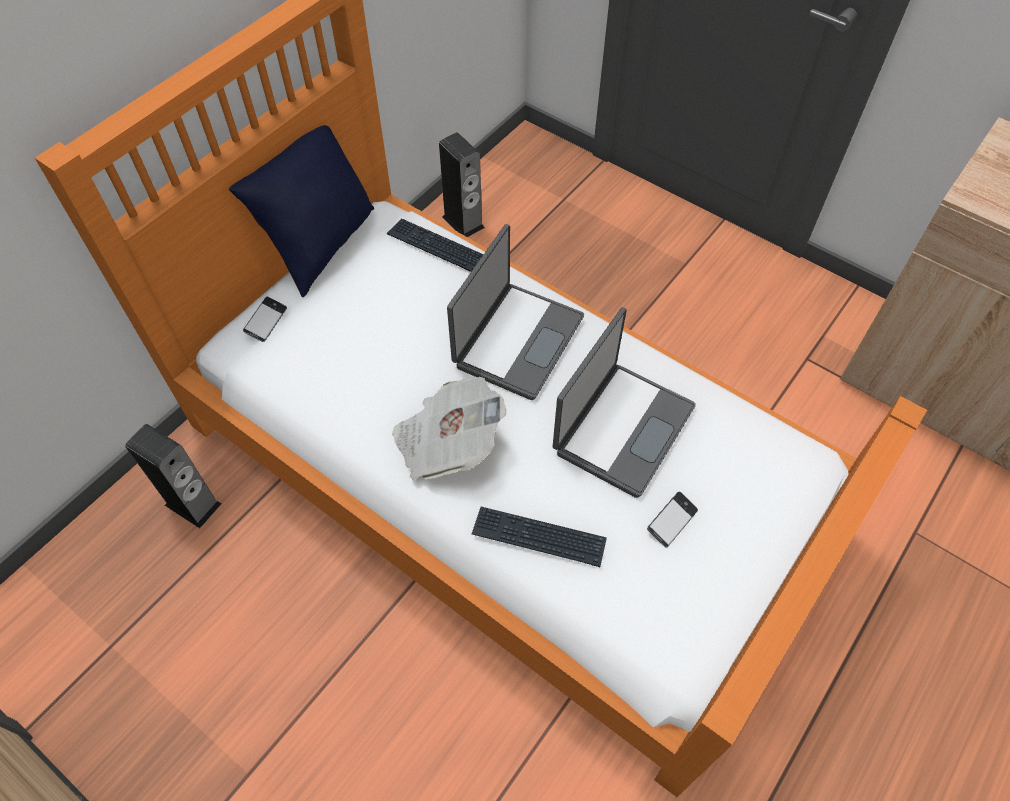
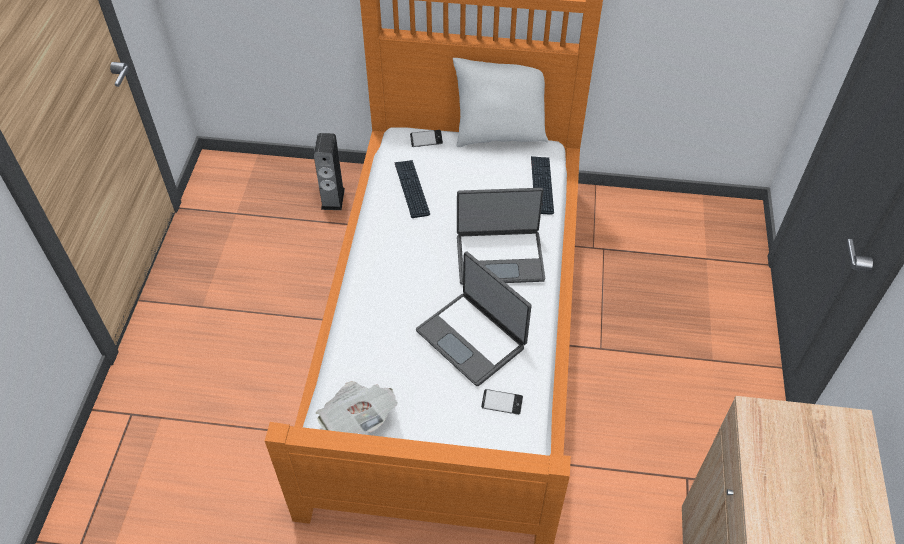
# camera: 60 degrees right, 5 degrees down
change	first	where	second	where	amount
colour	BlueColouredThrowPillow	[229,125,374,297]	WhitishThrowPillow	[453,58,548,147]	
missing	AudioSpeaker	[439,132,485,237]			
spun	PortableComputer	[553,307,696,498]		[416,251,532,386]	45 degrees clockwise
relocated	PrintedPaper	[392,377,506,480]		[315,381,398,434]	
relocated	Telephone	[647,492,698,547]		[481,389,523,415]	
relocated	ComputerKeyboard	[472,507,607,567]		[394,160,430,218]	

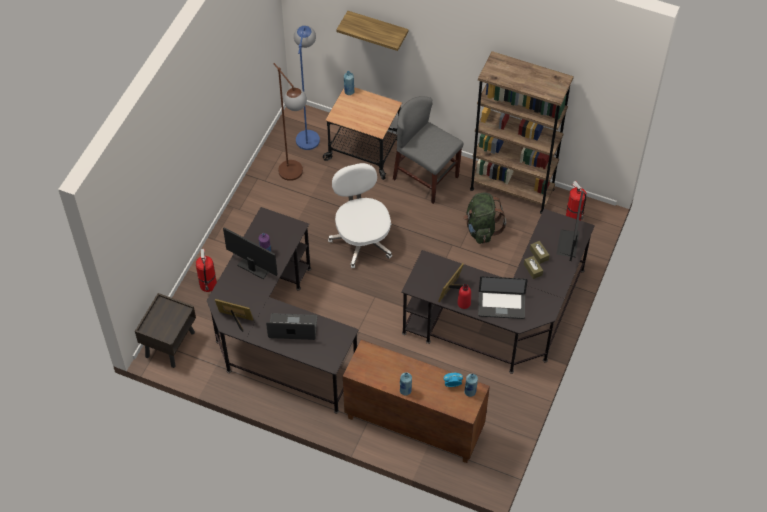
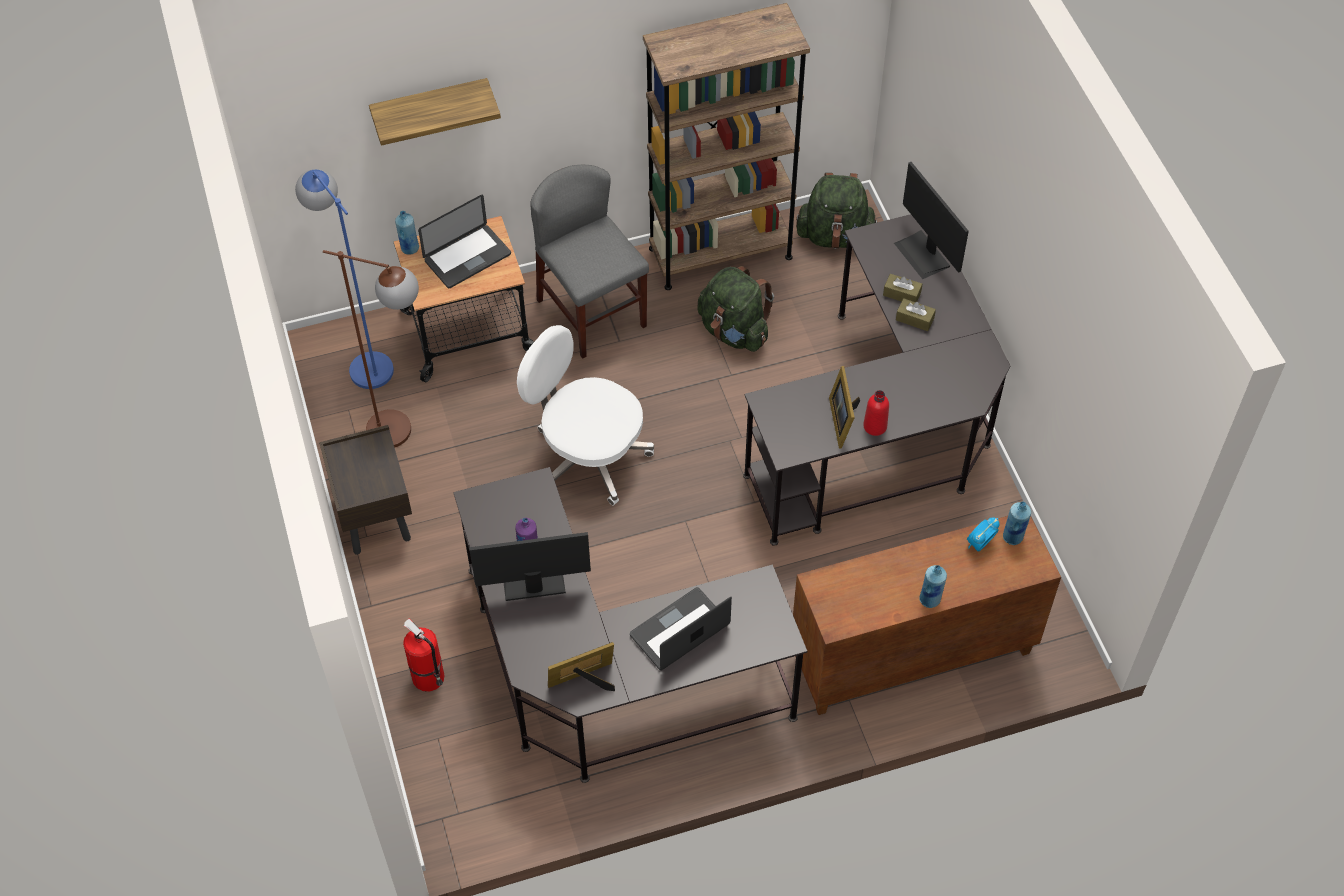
# camera: 40 degrees left, 0 degrees up
change	first	where	second	where	amount
spun	GreyUprightChair	[393,96,463,204]		[531,164,649,359]	60 degrees clockwise
exchanged	FireExtinguisher	[566,181,587,221]	GreenBackpack	[796,173,878,249]	
relocated	PortableComputer	[478,276,528,319]		[418,195,511,288]	
relocated	BrownColouredBedsideTable	[135,293,196,368]		[319,425,412,555]	

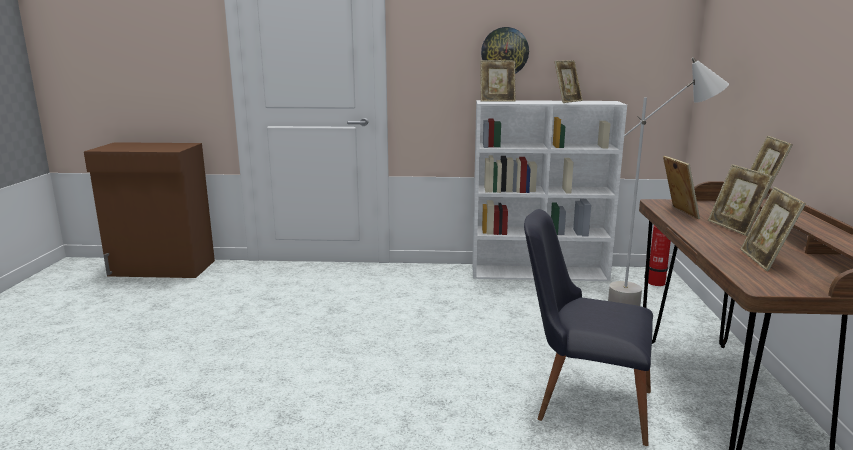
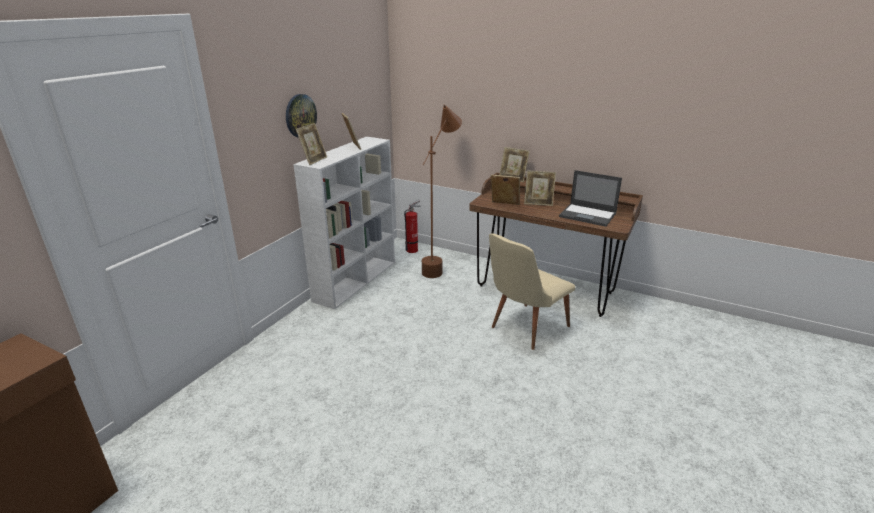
# camera: 65 degrees left, 10 degrees up
change	first	where	second	where	amount
colour	GreyStandingLamp	[608,57,729,306]	BrownColouredStandingLamp	[422,104,462,278]	
exchanged	PhotoFrame	[740,186,806,271]	PortableComputer	[559,170,622,227]	
colour	BlackUprightChair	[524,209,653,446]	BeigeUprightChair	[489,233,575,350]	

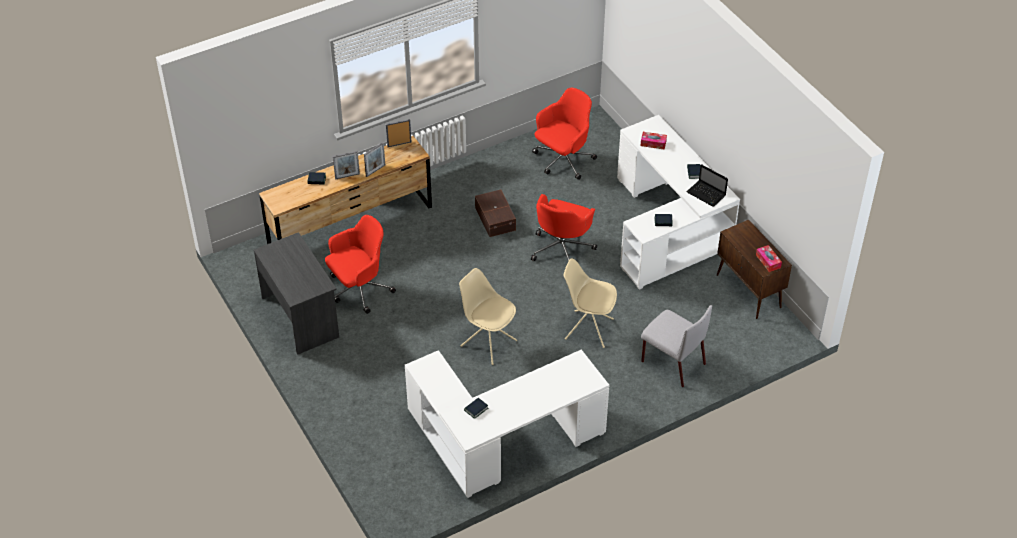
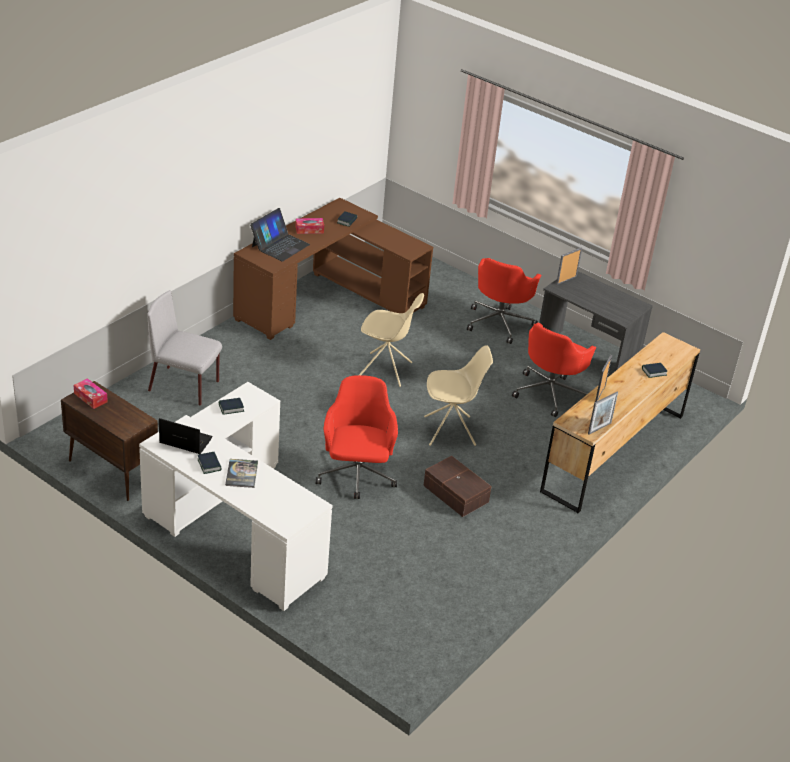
# camera: 155 degrees right, 10 degrees down
change	first	where	second	where	amount
relocated	RedColouredDeskChair	[532,88,597,180]		[467,258,541,344]	
relocated	TissueHolder	[641,132,667,150]		[295,218,324,234]	
relocated	PhotoFrame	[333,151,360,180]		[556,248,582,285]	
relocated	BeigeUprightChair	[563,258,617,348]		[424,345,493,446]	
colour	WhitishDesk	[405,349,609,498]	BrownColouredDesk	[233,198,433,340]	
appeared			PortableComputer	[250,208,310,262]	
appeared			Book	[225,459,258,488]	

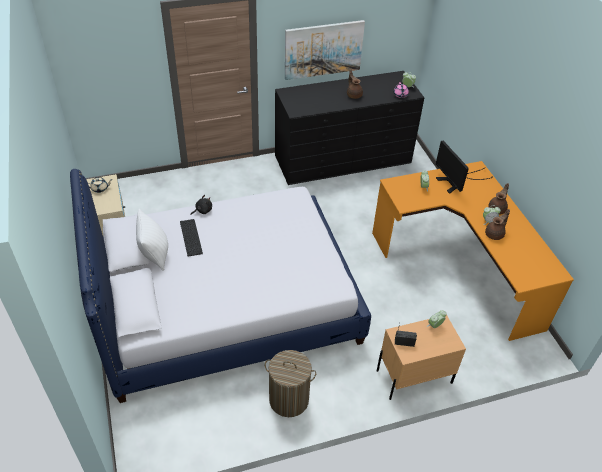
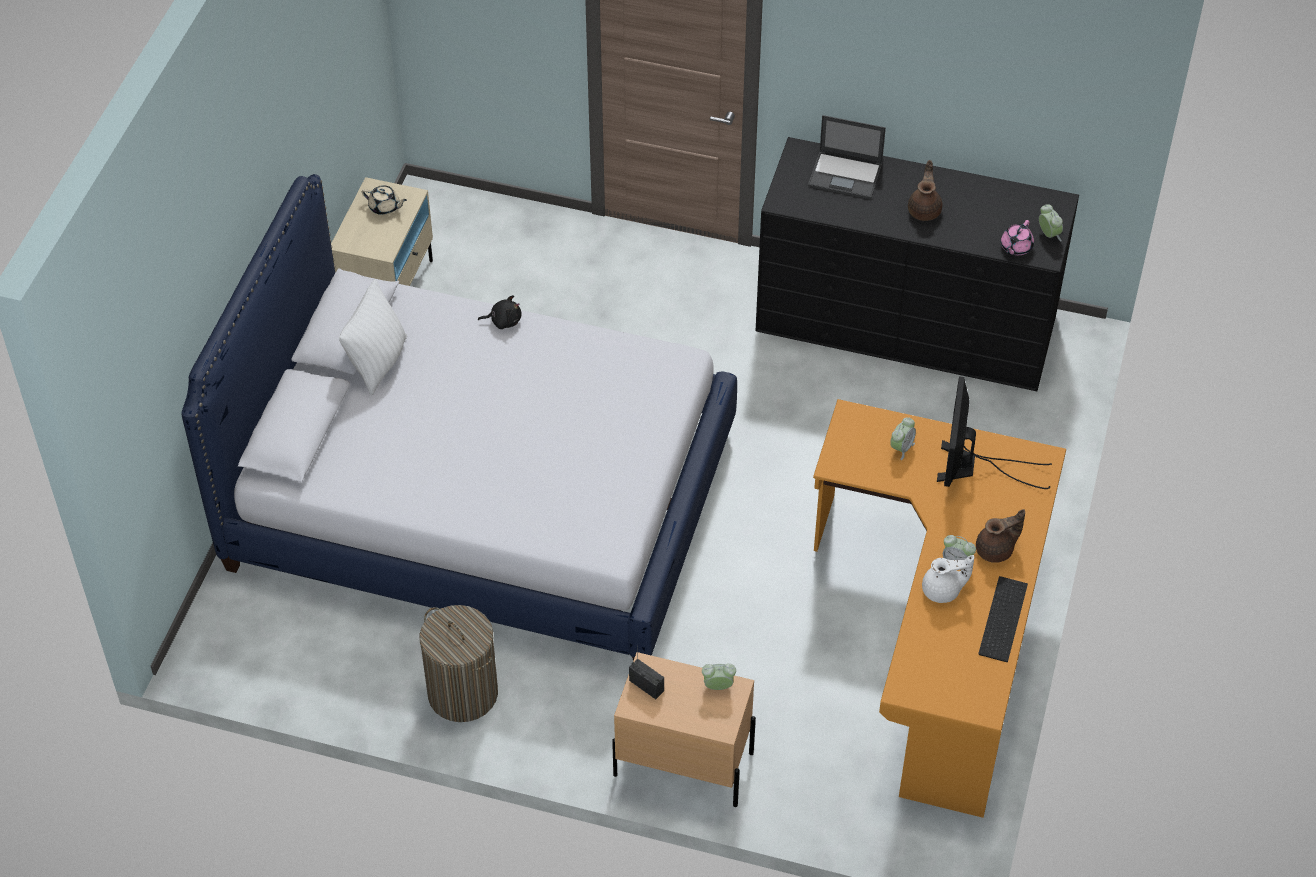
# camera: 35 degrees right, 5 degrees up
change	first	where	second	where	amount
missing	Picture	[285,20,365,80]			
colour	BrownColouredPotForTea	[485,209,510,240]	WhitishPotForTea	[922,555,974,603]	
relocated	ComputerKeyboard	[180,219,203,257]		[978,576,1028,662]	
appeared			PortableComputer	[808,115,886,199]	

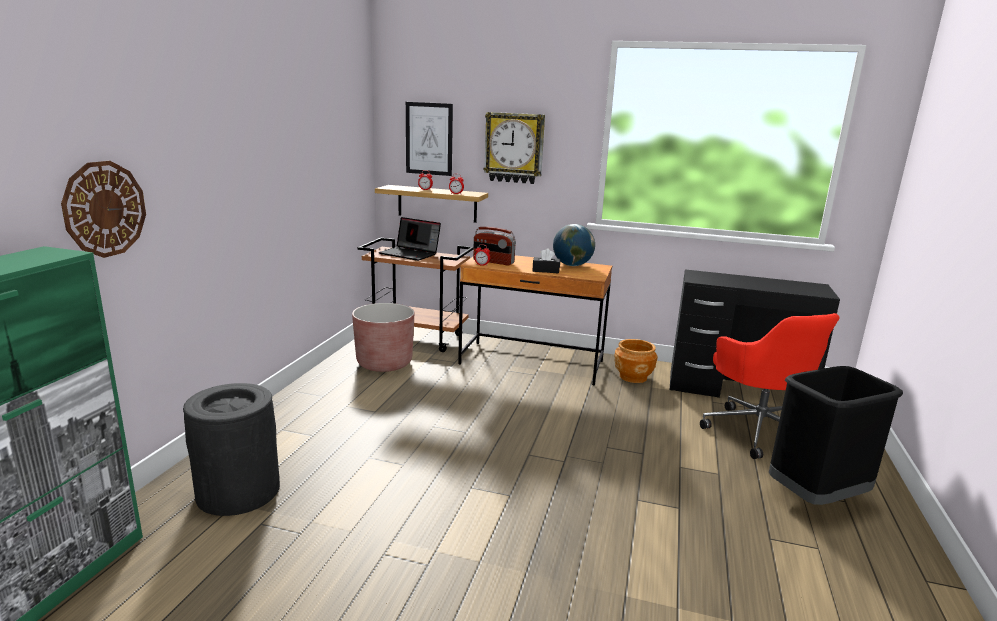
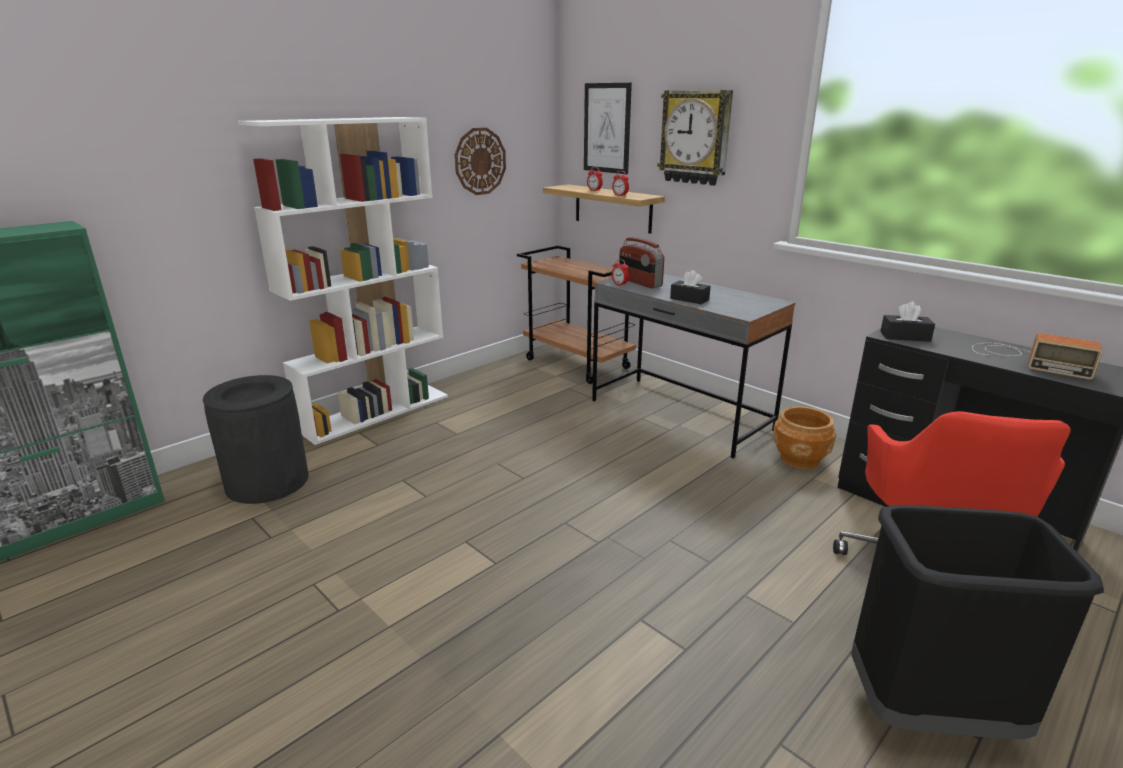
# camera: 30 degrees right, 5 degrees up
change	first	where	second	where	amount
relocated	ClockOnTheWall	[61,161,146,258]		[455,128,506,195]	
missing	PortableComputer	[379,217,441,261]			
missing	Globe	[553,224,595,266]			
colour	BrownColouredDesk	[458,255,612,385]	GreyDesk	[592,274,795,459]	
missing	BrownColouredFlowerPot	[352,303,414,372]			
appeared			WhitishShelvingUnit	[238,117,448,445]	
appeared			BlackTissueHolder	[880,301,935,342]	
appeared			Radio	[972,333,1103,380]	

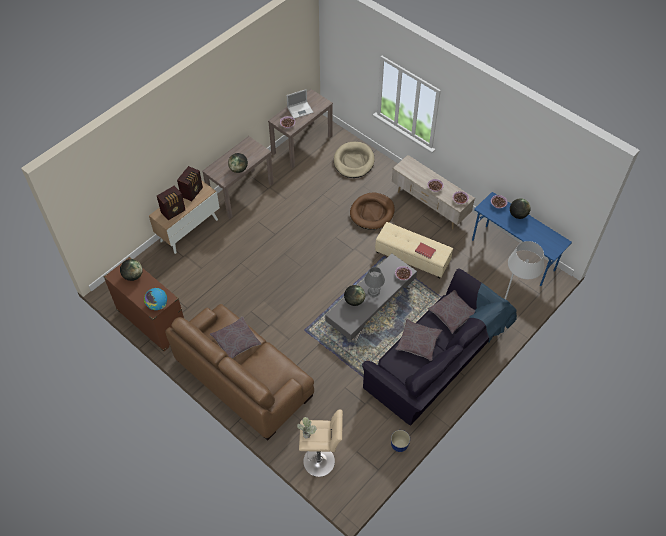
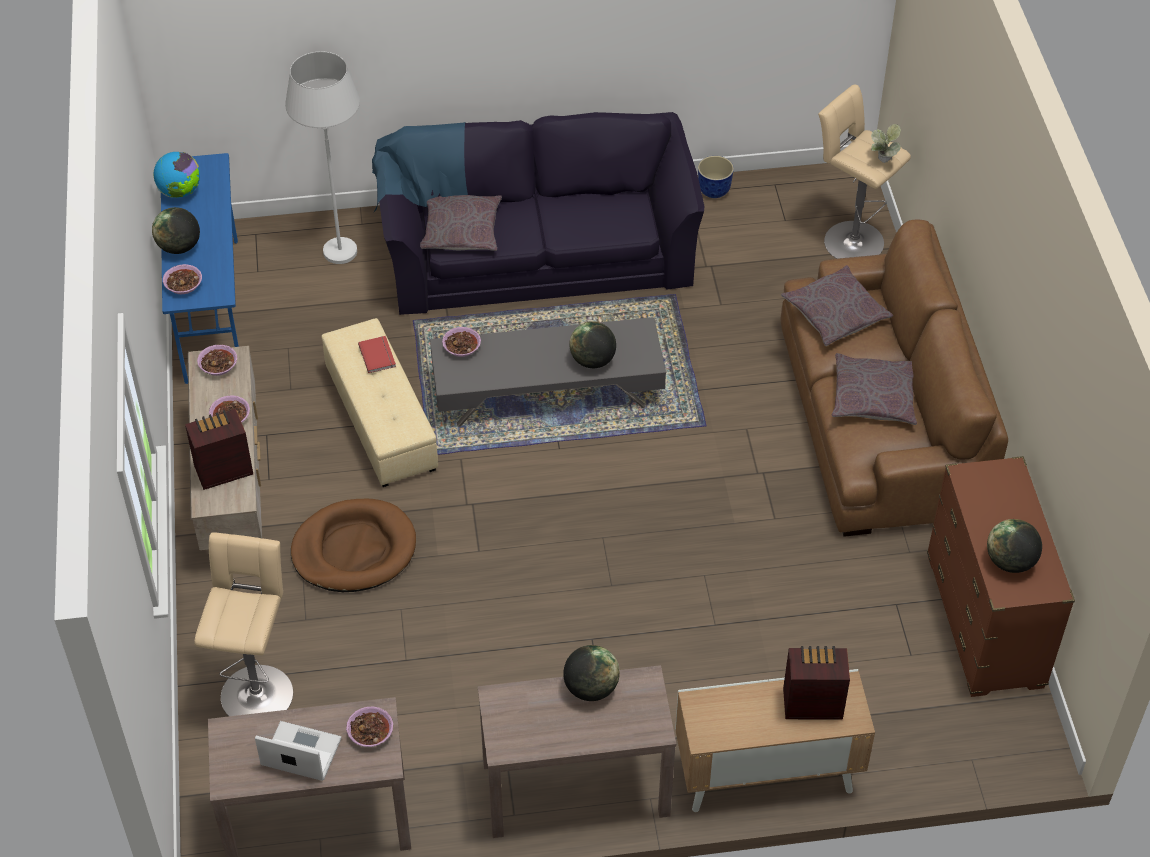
# camera: 140 degrees left, 5 degrees down
change	first	where	second	where	amount
exchanged	BeigePetBed	[334,142,375,178]	BeigeSittingStool	[194,532,293,716]	
relocated	Radio	[177,166,203,201]		[185,409,253,490]	
missing	GreyLampForATable	[364,267,385,297]			
relocated	Globe	[144,288,167,310]		[154,152,200,198]	
relocated	GreyThrowPillow	[396,319,442,361]		[781,265,893,346]	

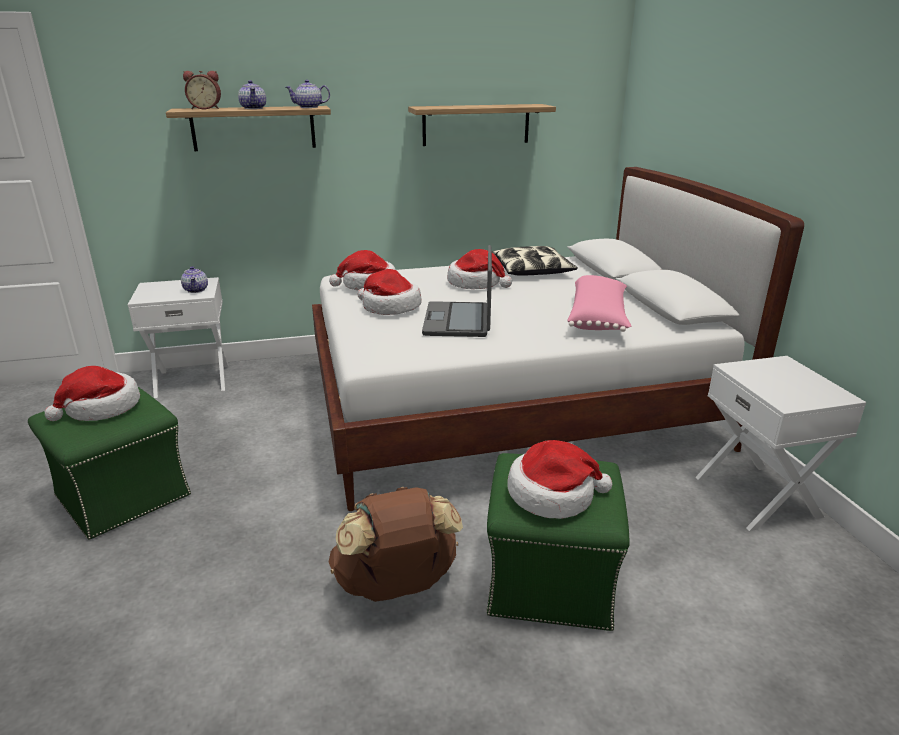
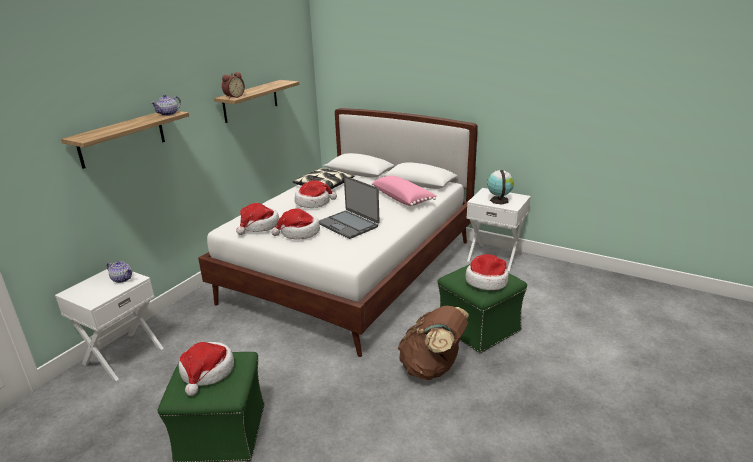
# camera: 45 degrees left, 0 degrees up
change	first	where	second	where	amount
relocated	AlarmClock	[183,71,221,109]		[222,72,245,99]	
missing	PotForTea	[238,80,266,109]			
appeared			Globe	[487,170,514,205]	

